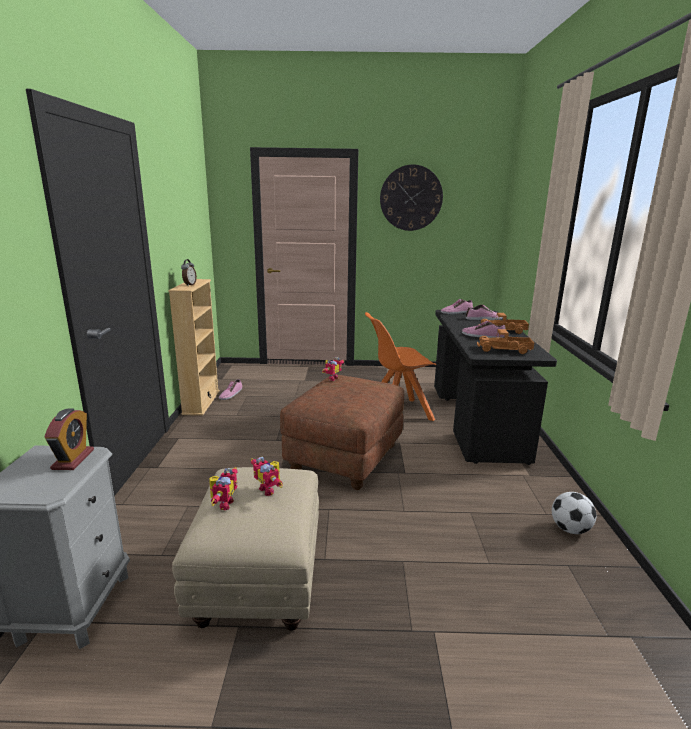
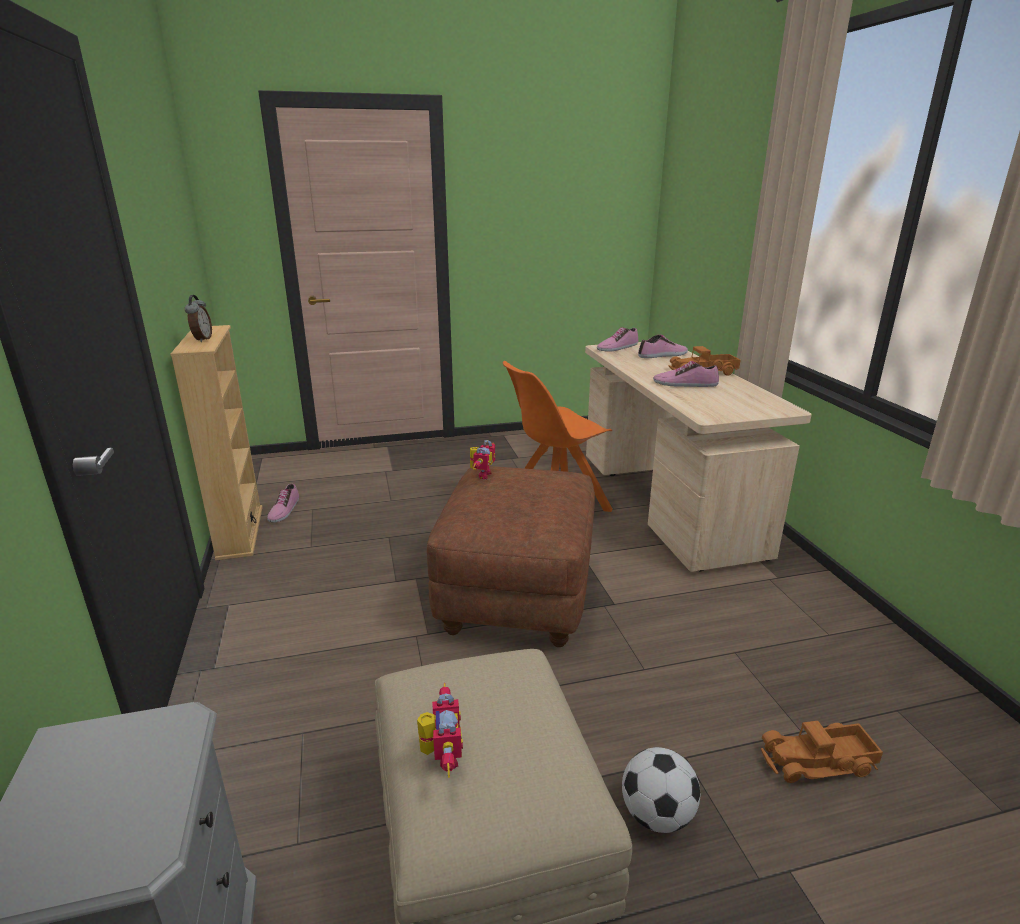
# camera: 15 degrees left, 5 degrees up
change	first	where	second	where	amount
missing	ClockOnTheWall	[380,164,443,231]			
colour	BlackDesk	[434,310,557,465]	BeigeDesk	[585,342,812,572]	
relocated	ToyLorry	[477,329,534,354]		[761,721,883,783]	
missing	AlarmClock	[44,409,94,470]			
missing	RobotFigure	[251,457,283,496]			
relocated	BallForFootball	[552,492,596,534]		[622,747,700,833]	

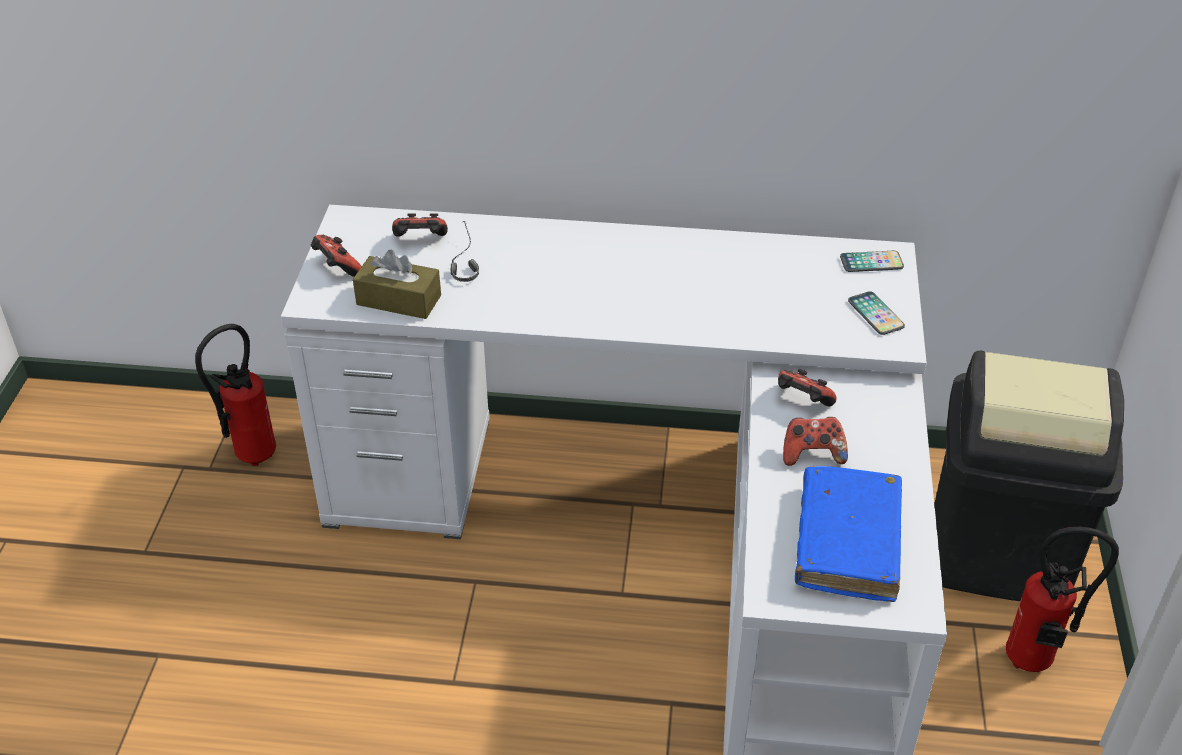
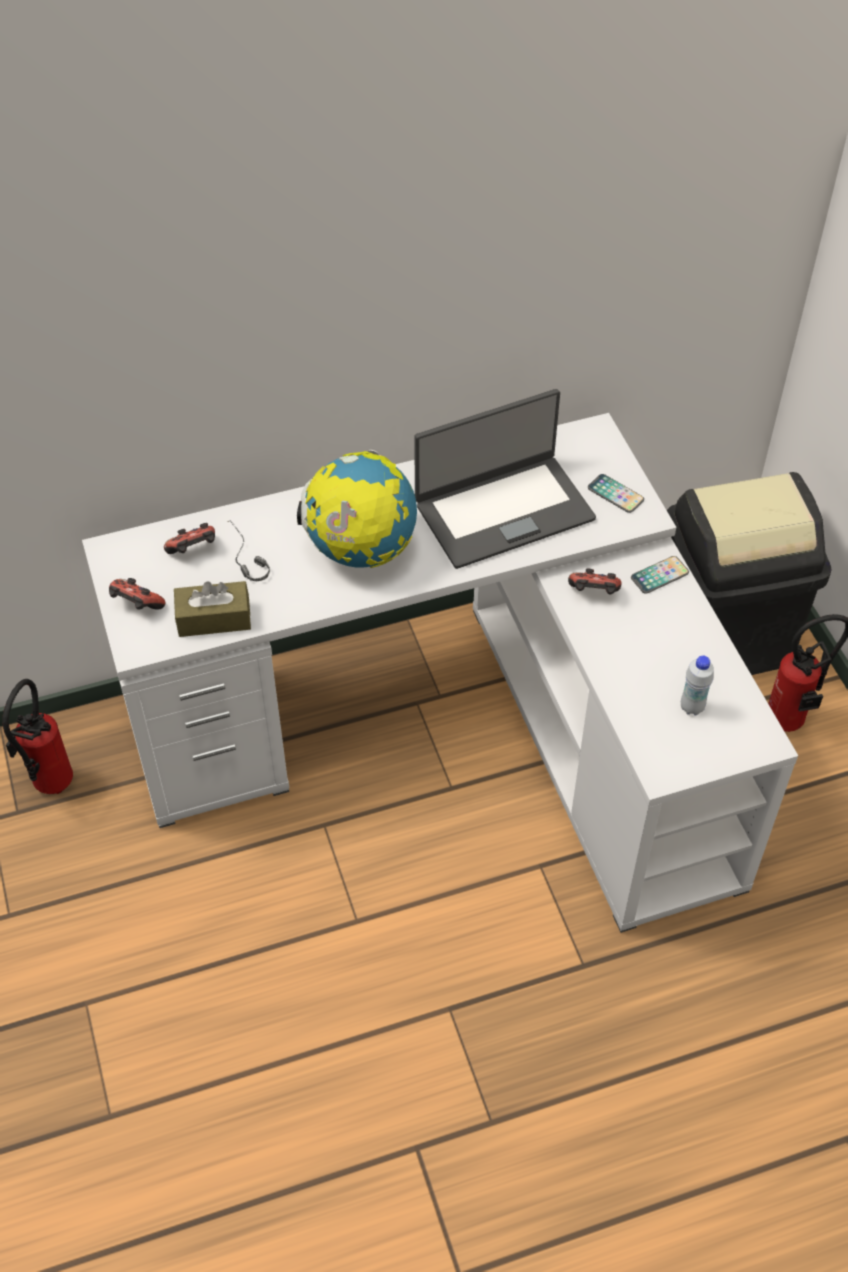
# camera: 25 degrees left, 10 degrees up
change	first	where	second	where	amount
relocated	Telephone	[840,251,904,272]		[631,556,689,594]	
missing	Joypad	[783,417,848,466]			
exchanged	BlueColouredBook	[795,466,902,602]	WhitishDrinkBottle	[681,656,714,715]	
appeared			PortableComputer	[414,389,596,569]	
appeared			Globe	[297,450,417,568]	

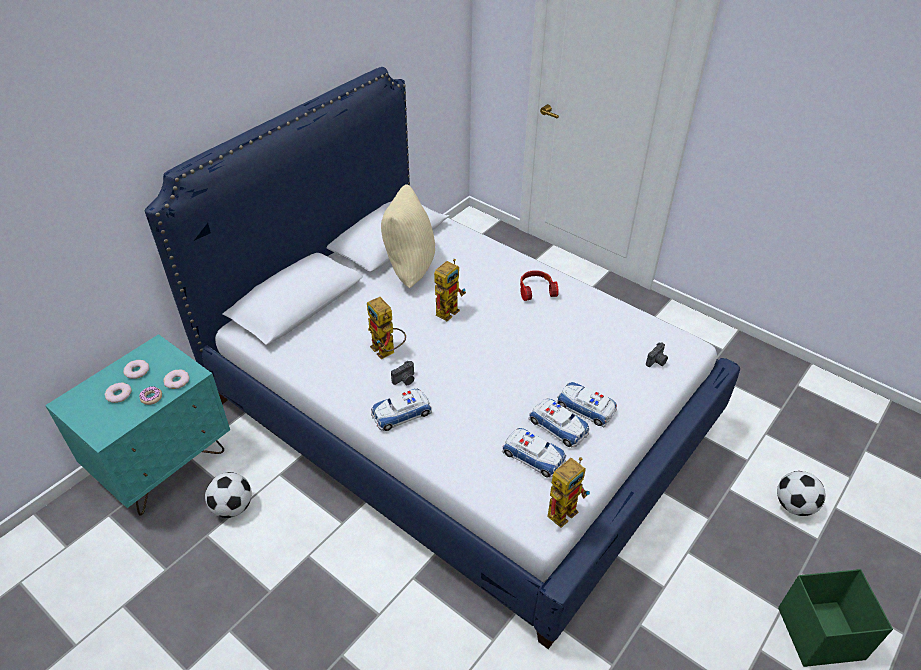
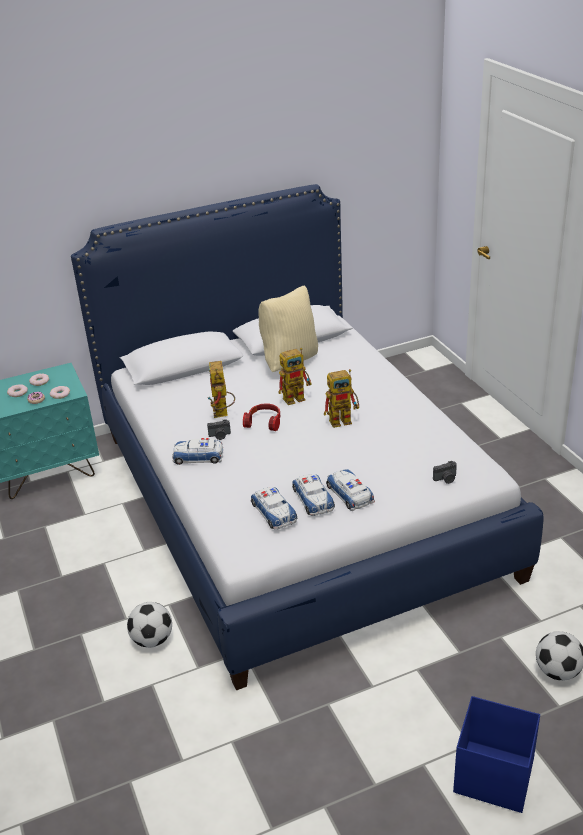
# camera: 30 degrees right, 10 degrees down
change	first	where	second	where	amount
relocated	PairOfHeadphones	[520,270,559,301]		[243,403,280,431]	
relocated	RobotFigure	[547,457,590,528]		[324,369,359,428]	
relocated	BallForFootball	[205,472,252,518]		[127,602,172,648]	
colour	GreenStorageContainer	[778,569,893,667]	BlueColouredStorageContainer	[453,696,540,813]	

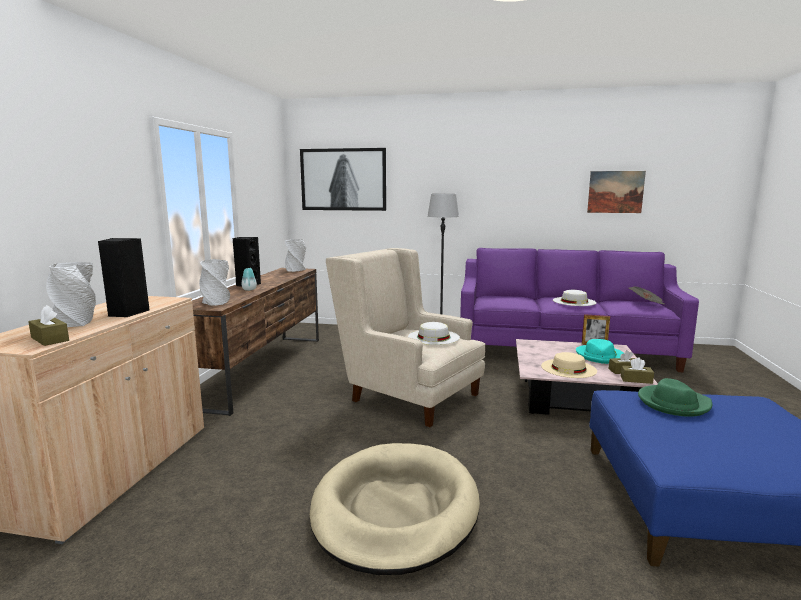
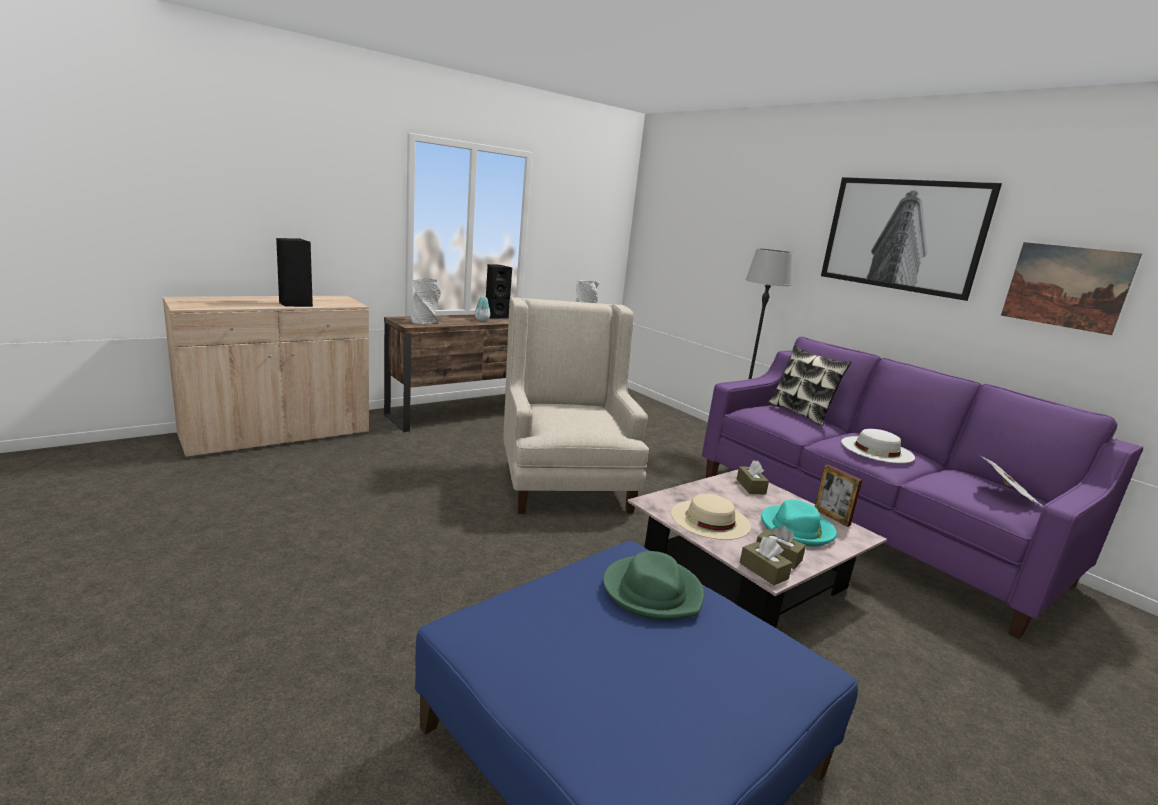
# camera: 40 degrees right, 5 degrees up
change	first	where	second	where	amount
relocated	Picture	[300,148,386,211]		[821,177,1002,301]	
missing	GreyFlowerVase	[46,262,96,327]			
relocated	BrownColouredTissueHolder	[28,305,69,346]		[737,460,769,495]	
missing	WhitishHat	[408,322,460,345]			
missing	BeigePetBed	[310,443,480,575]			
appeared			ThrowPillow	[768,345,852,426]	

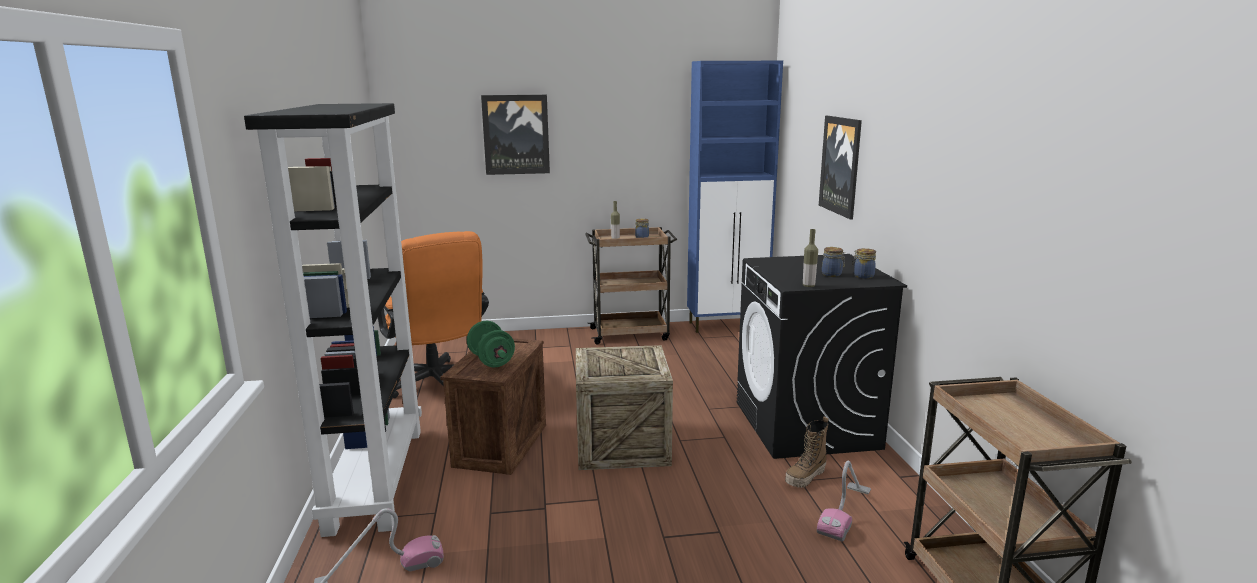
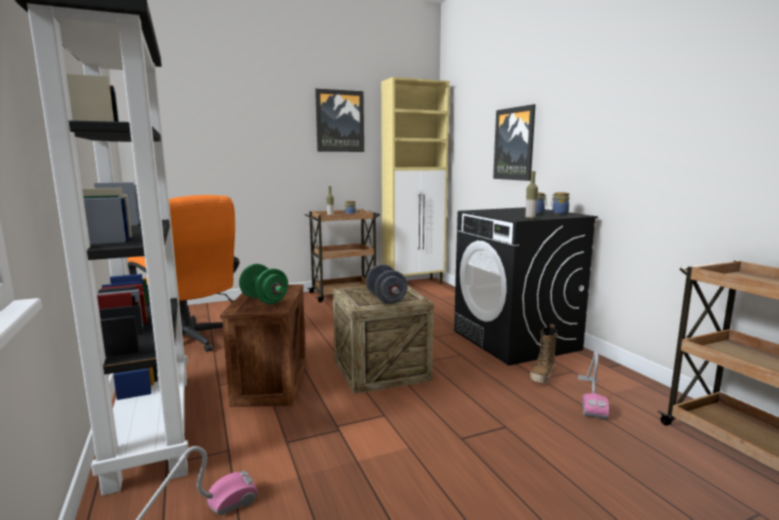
# camera: 15 degrees left, 5 degrees down
change	first	where	second	where	amount
colour	BlueColouredCabinet	[687,61,783,333]	BeigeCabinet	[381,77,450,284]	
relocated	Picture	[481,95,550,175]		[315,89,364,152]	
appeared			GreyDumbbell	[366,264,408,304]	

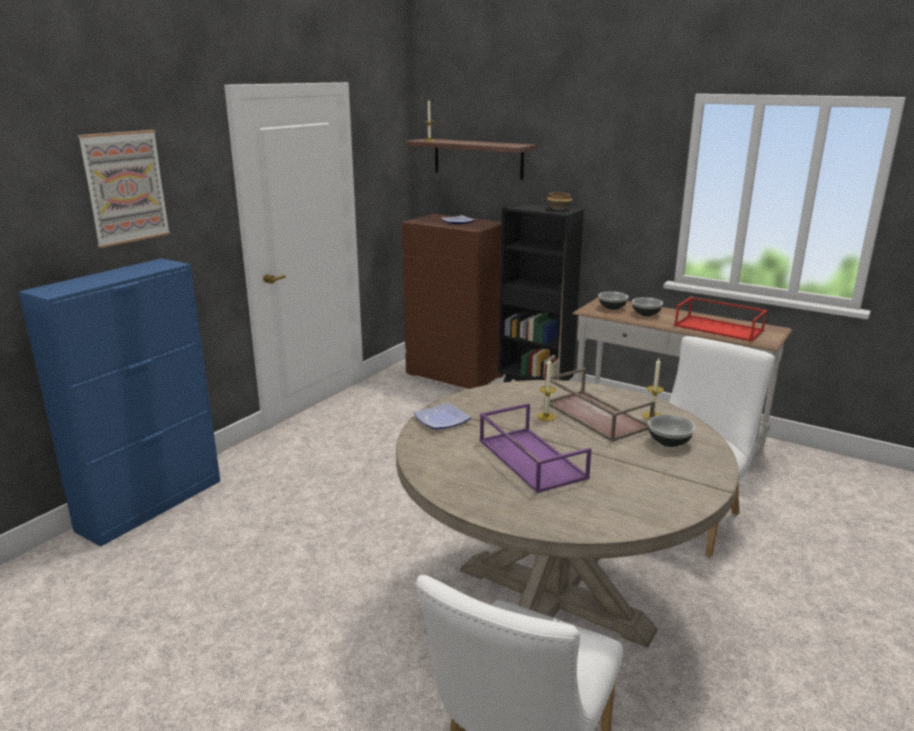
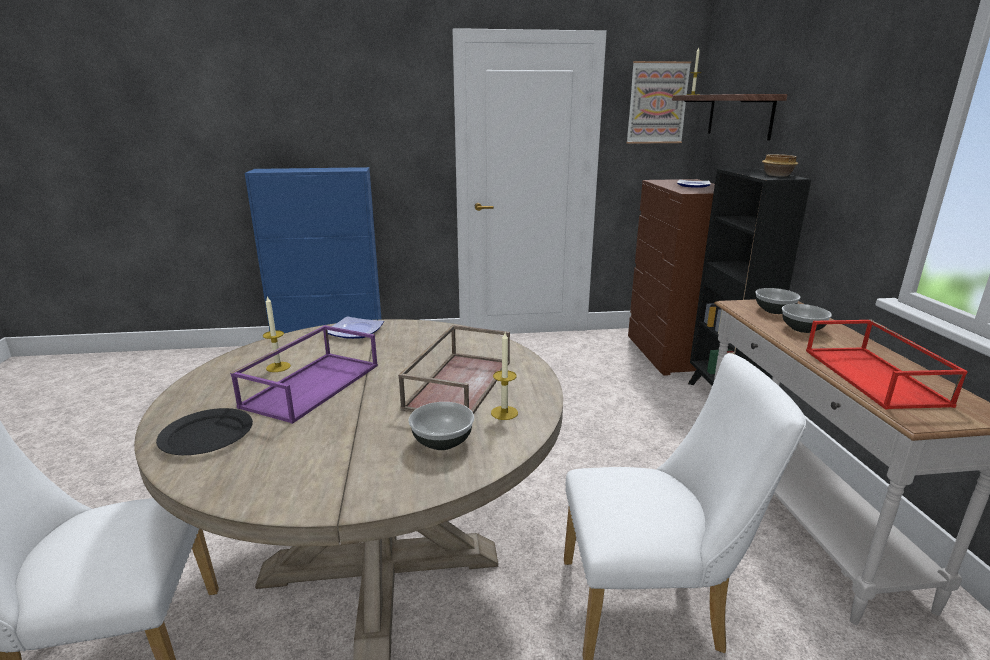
# camera: 50 degrees right, 0 degrees up
change	first	where	second	where	amount
relocated	Picture	[77,130,171,248]		[626,61,691,144]	
relocated	WaxCandle	[537,358,556,421]		[263,295,291,372]	
appeared			BlackPlate	[156,408,253,455]	

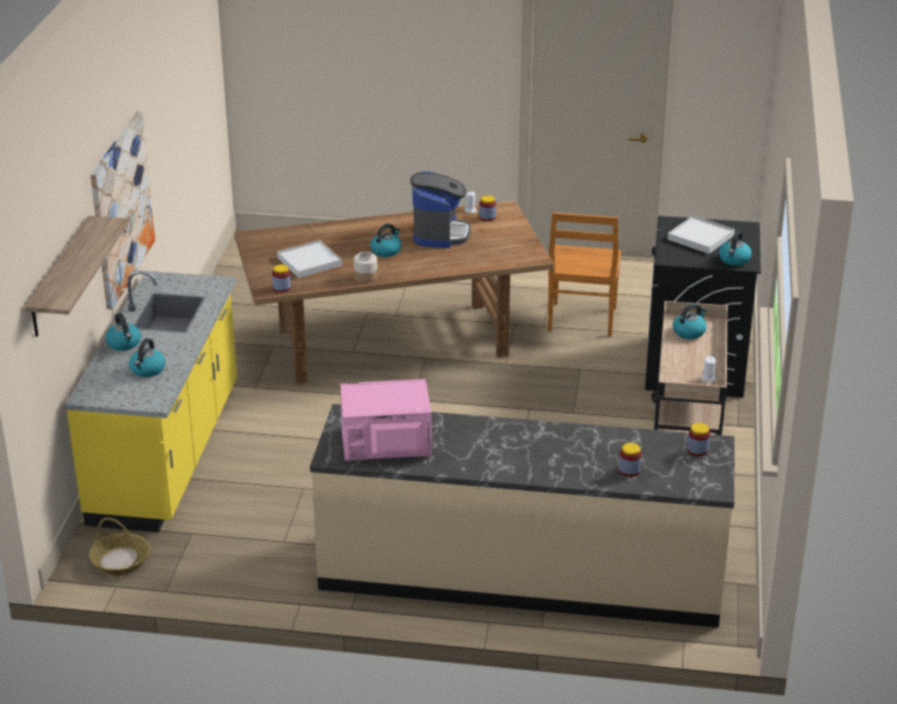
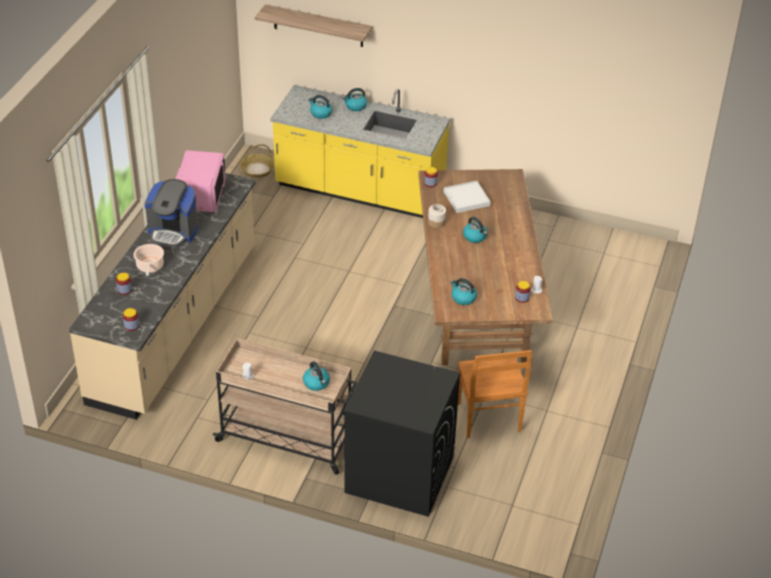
# camera: 100 degrees right, 10 degrees up
change	first	where	second	where	amount
missing	Picture	[90,111,155,310]			
relocated	CoffeeMaker	[410,171,471,248]		[144,179,198,247]	
spun	BrownColouredUprightChair	[548,212,621,336]		[458,350,532,438]	120 degrees counterclockwise
missing	WhitishServingTray	[667,215,735,254]			
relocated	TeaKettle	[719,230,752,266]		[450,278,477,305]	
appeared			Saucepot	[134,244,164,276]	

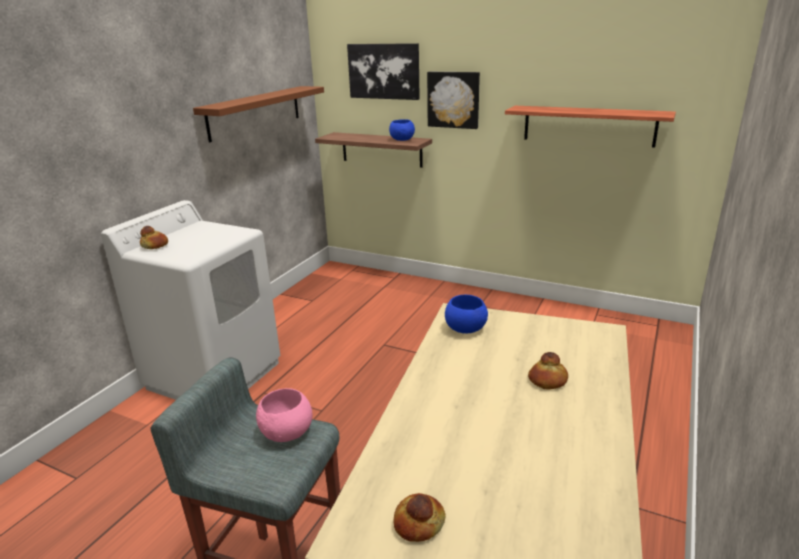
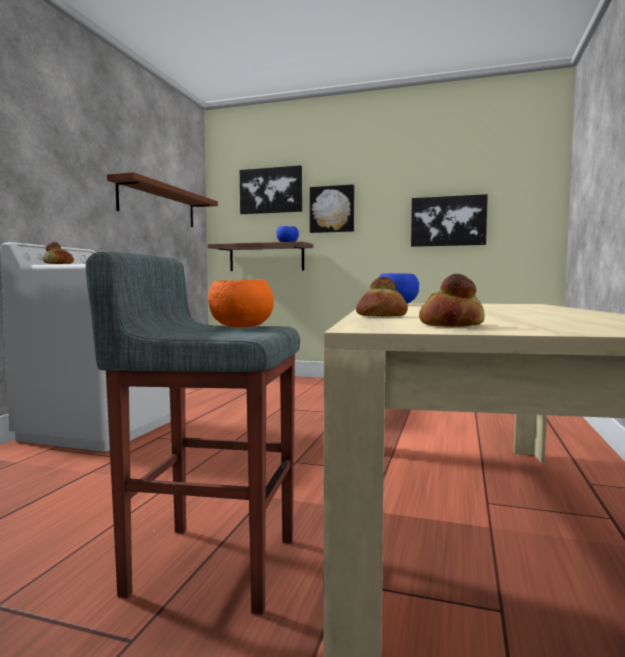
# camera: 10 degrees left, 20 degrees down
change	first	where	second	where	amount
exchanged	BracketShelf	[505,106,676,148]	Picture	[411,194,488,247]	
relocated	BakedBread	[528,352,568,389]		[356,276,408,316]	
colour	PinkColouredDeepDish	[256,388,312,442]	OrangeColouredDeepDish	[208,279,274,327]	

